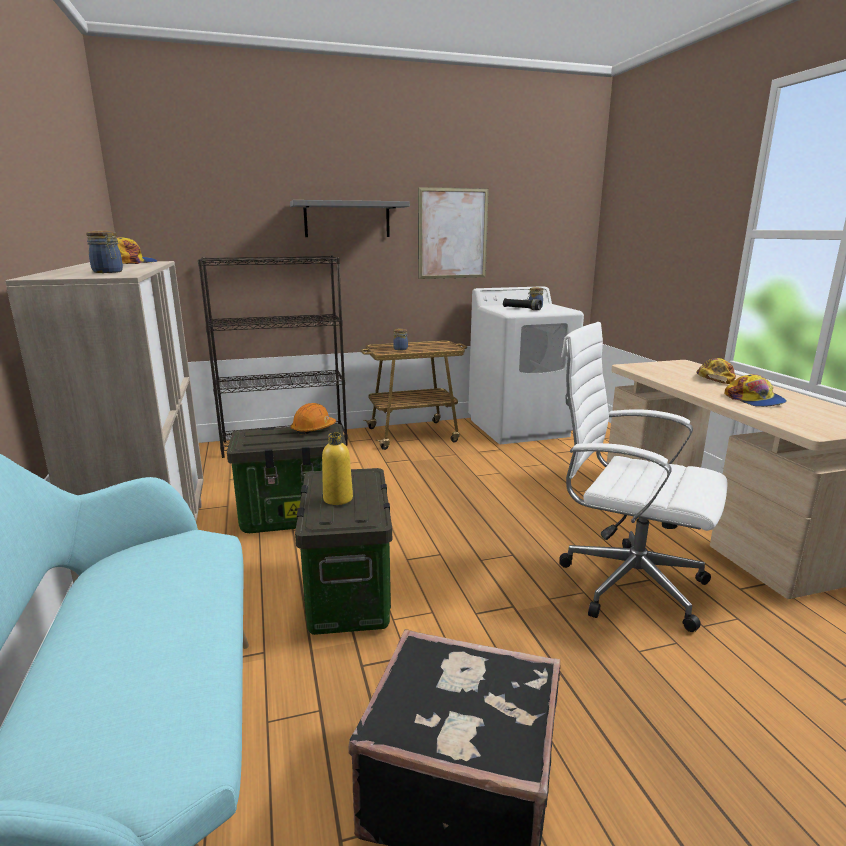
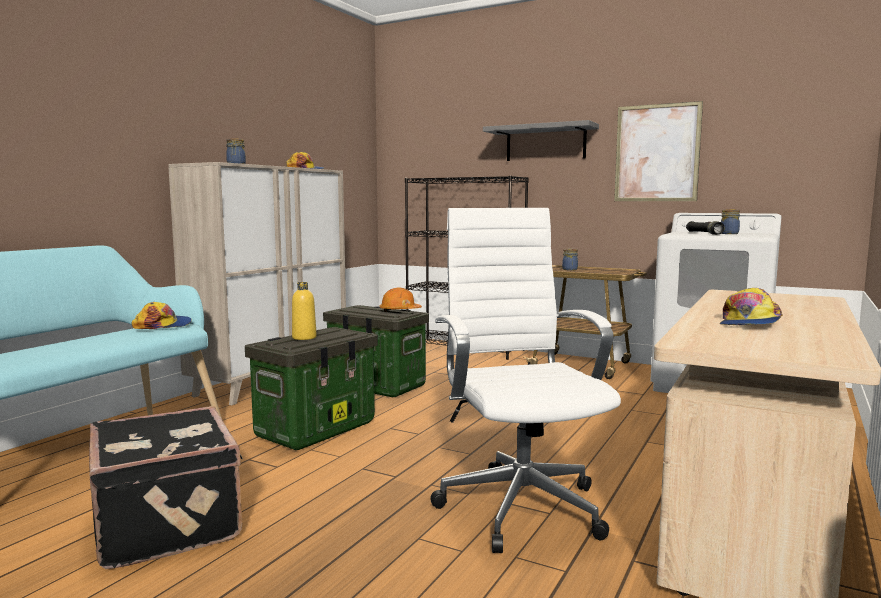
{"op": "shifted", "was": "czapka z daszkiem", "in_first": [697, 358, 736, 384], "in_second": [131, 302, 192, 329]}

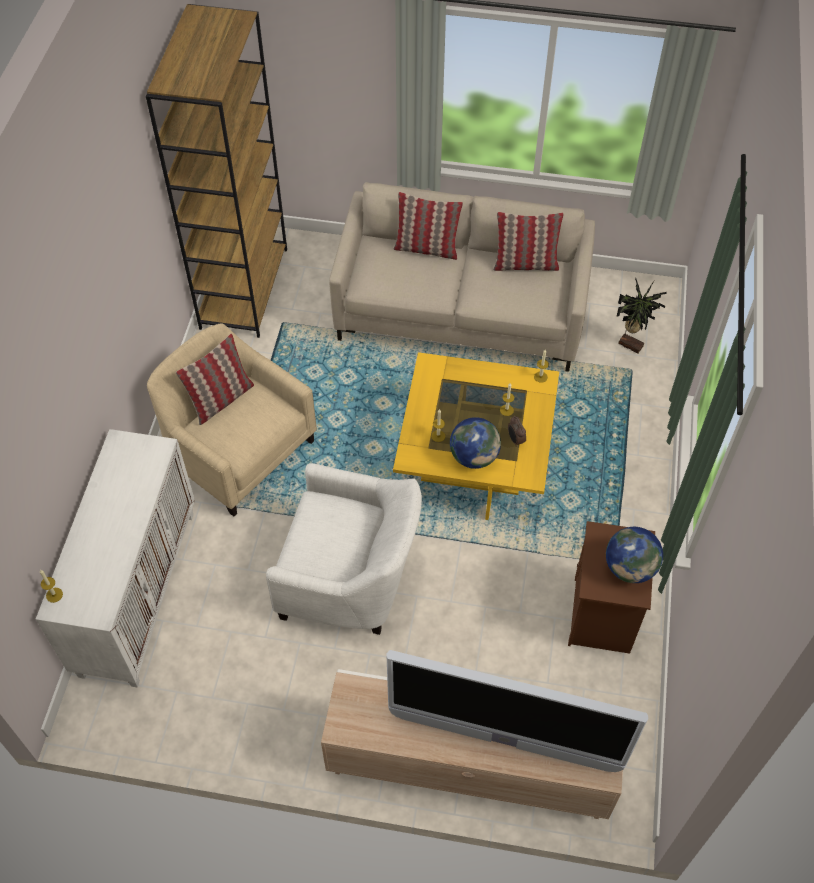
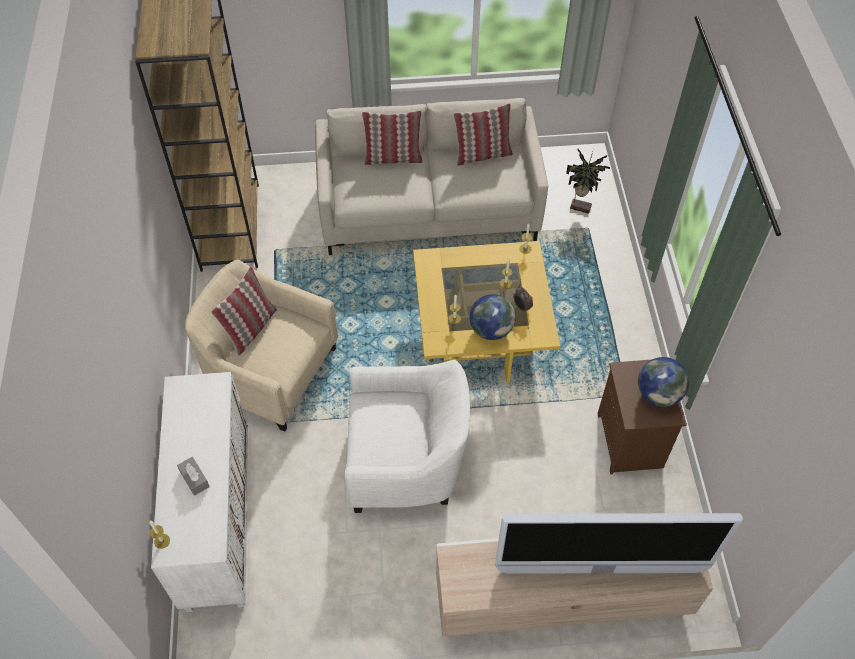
{"op": "new", "now": "pudełko chusteczek [szary]", "in_second": [177, 457, 210, 496]}

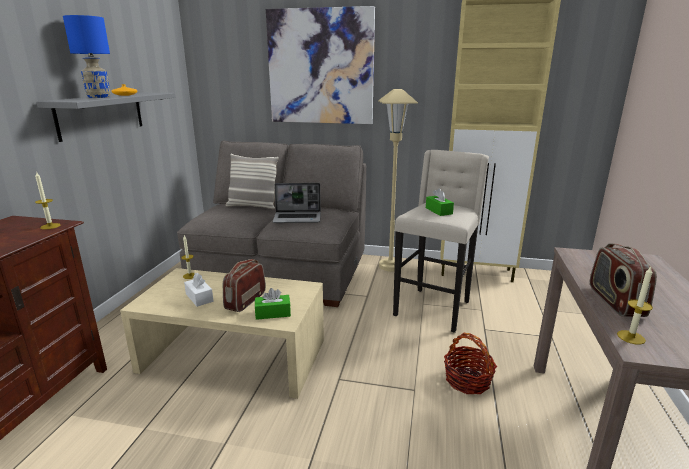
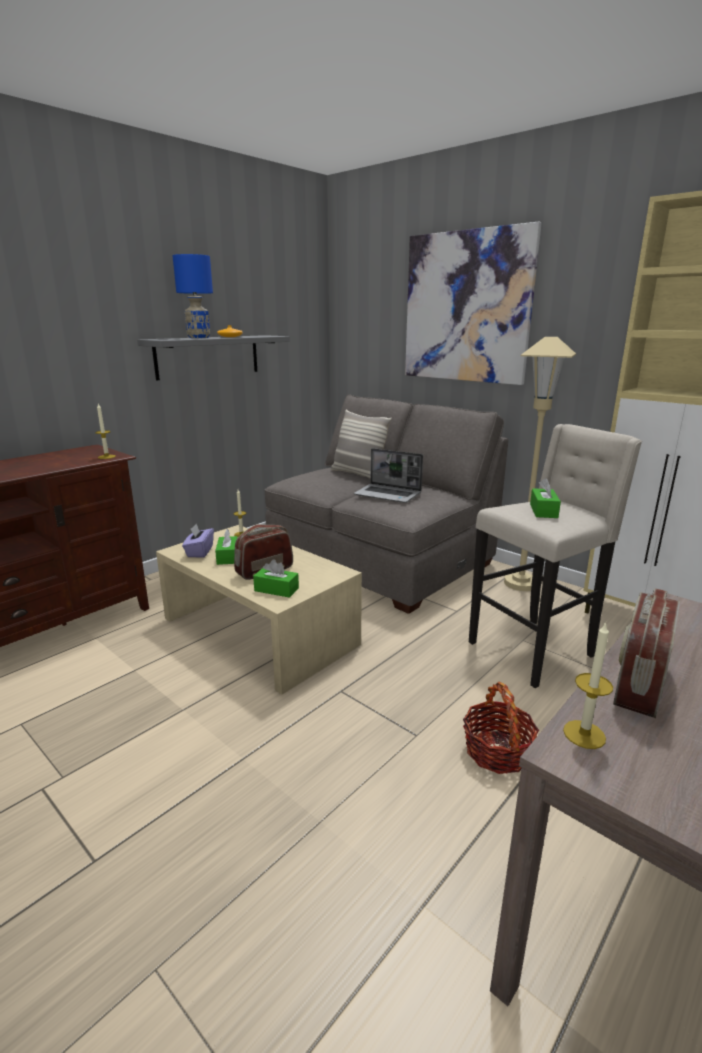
{"op": "repainted", "was": "pudełko chusteczek [biały]", "now": "pudełko chusteczek [zielony]", "in_first": [184, 273, 213, 307], "in_second": [215, 529, 238, 565]}
{"op": "new", "now": "pudełko chusteczek [fioletowy]", "in_second": [182, 524, 214, 557]}

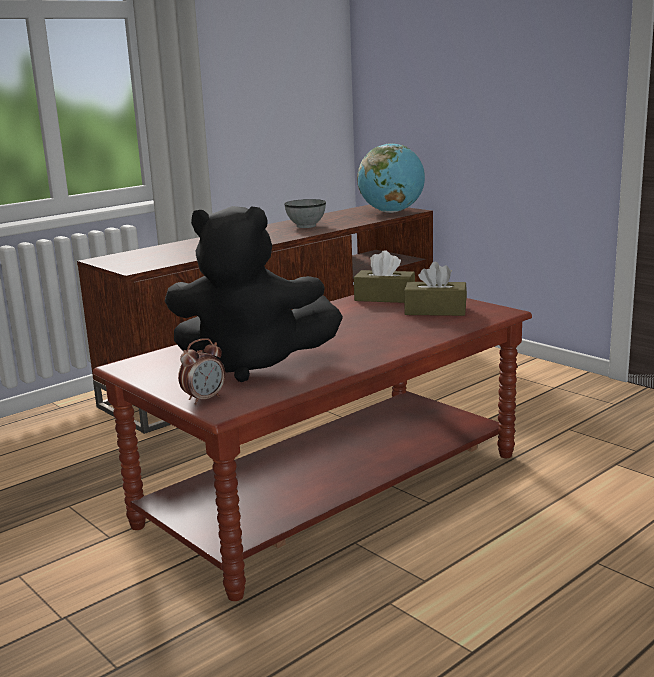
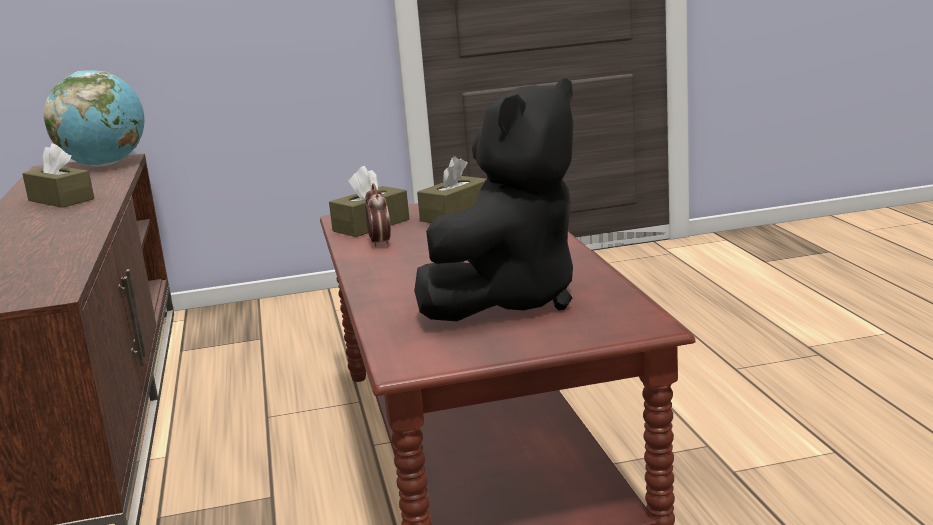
{"op": "shifted", "was": "budzik", "in_first": [178, 338, 225, 405], "in_second": [365, 183, 391, 247]}
{"op": "swapped", "was": "miska [szary]", "now": "pudełko chusteczek [brązowy]", "in_first": [285, 199, 326, 228], "in_second": [22, 143, 94, 208]}

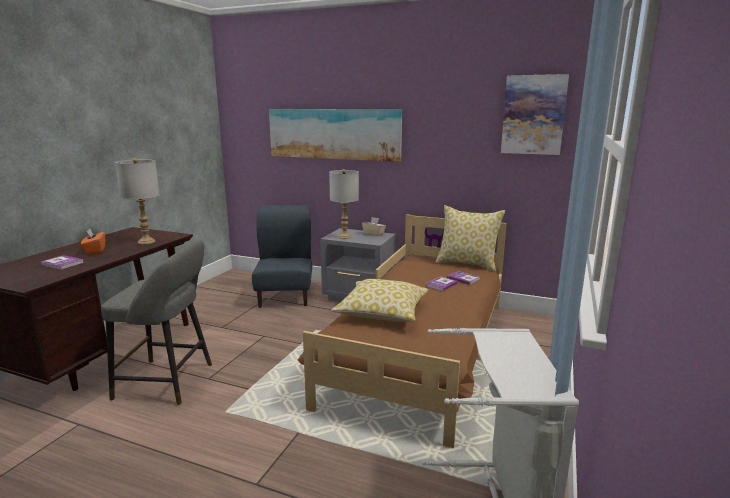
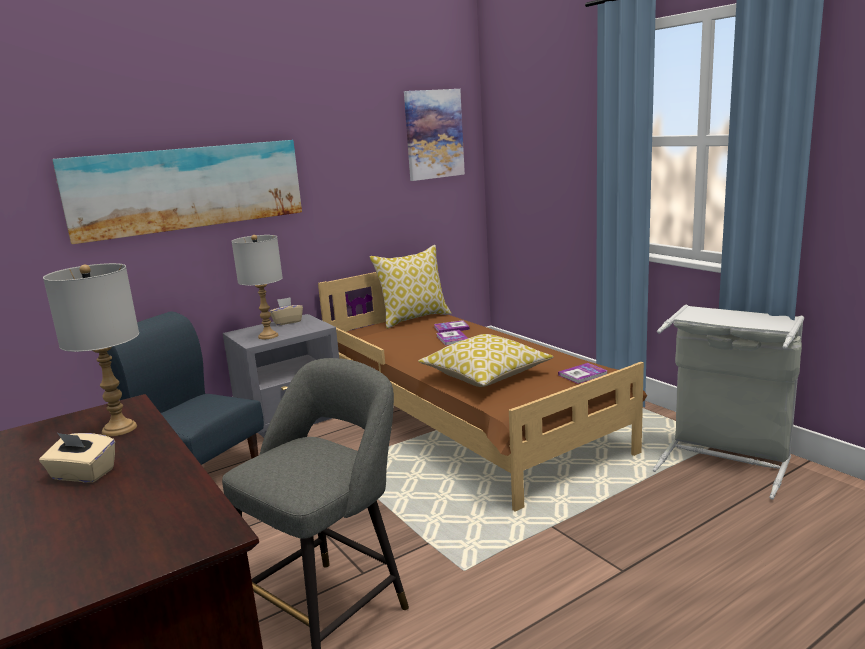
{"op": "shifted", "was": "książka", "in_first": [41, 255, 84, 270], "in_second": [558, 363, 608, 384]}
{"op": "repainted", "was": "pudełko chusteczek [pomarańczowy]", "now": "pudełko chusteczek [beżowy]", "in_first": [81, 229, 105, 254], "in_second": [39, 433, 115, 483]}

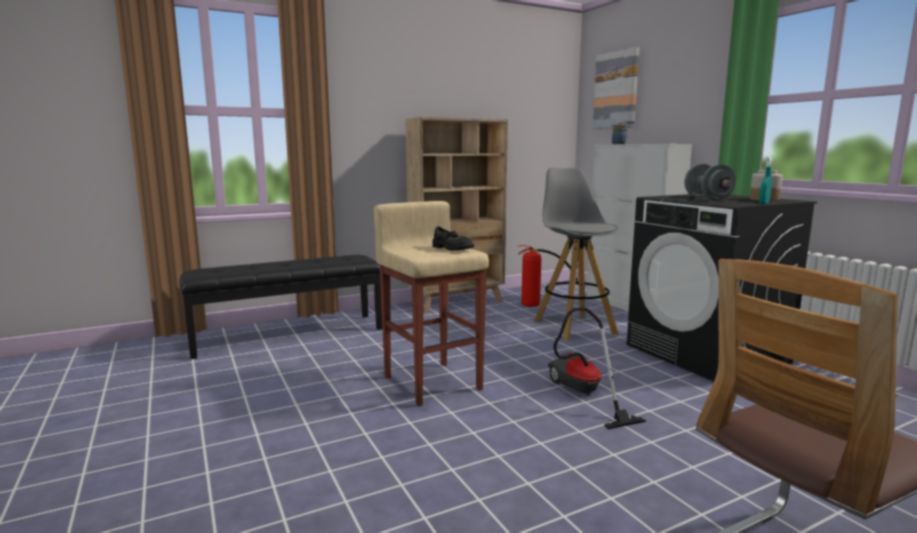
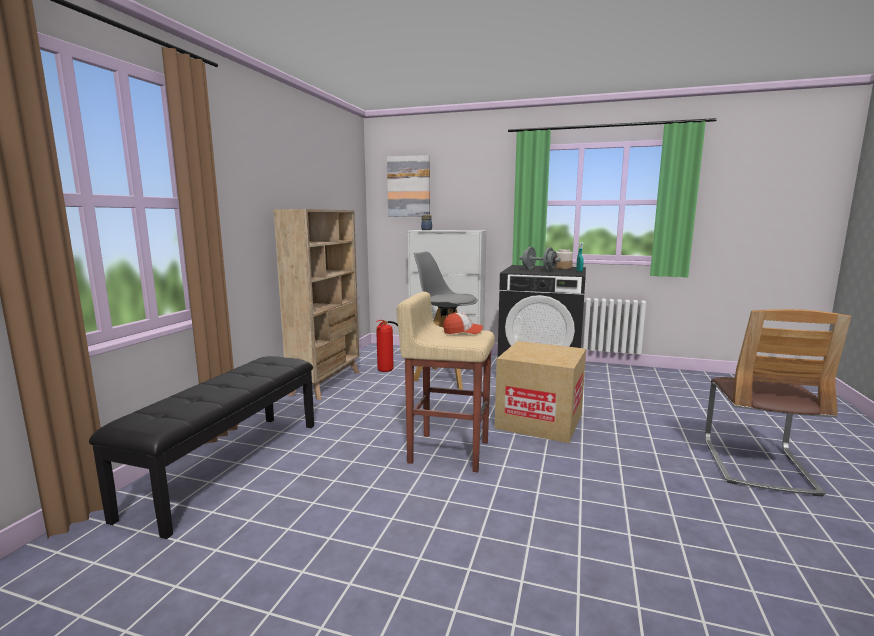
{"op": "swapped", "was": "but [czarny]", "now": "czapka z daszkiem", "in_first": [432, 226, 474, 250], "in_second": [443, 312, 483, 334]}
{"op": "swapped", "was": "odkurzacz", "now": "karton", "in_first": [548, 307, 646, 429], "in_second": [495, 341, 586, 443]}

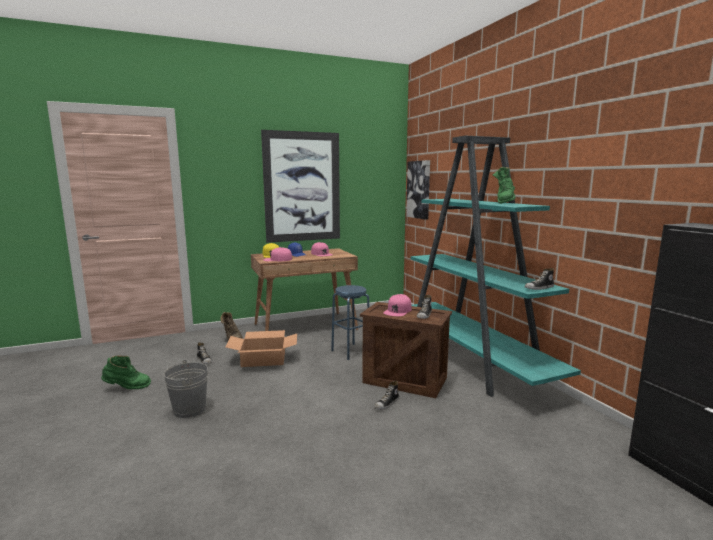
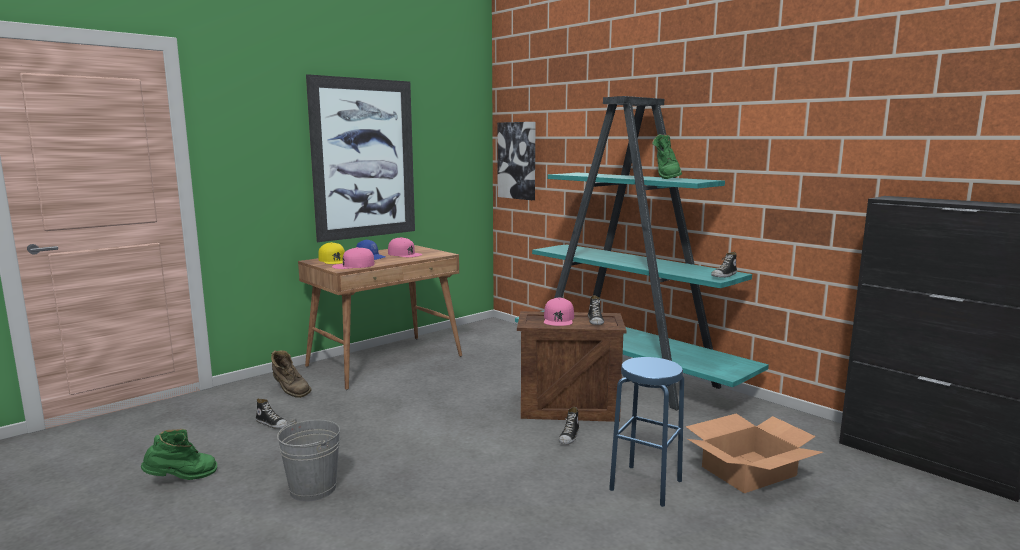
{"op": "shifted", "was": "karton", "in_first": [226, 330, 297, 367], "in_second": [686, 414, 823, 493]}
{"op": "shifted", "was": "stołek [niebieski]", "in_first": [331, 285, 369, 360], "in_second": [609, 357, 684, 507]}

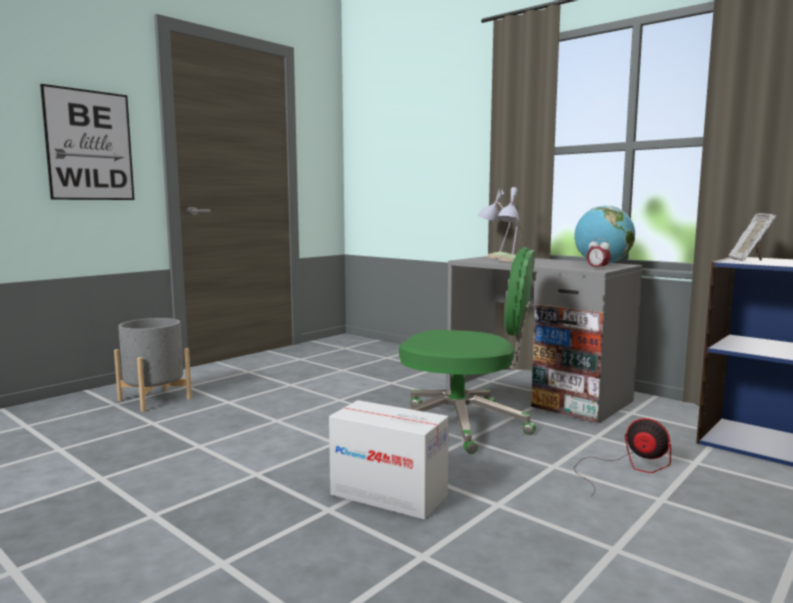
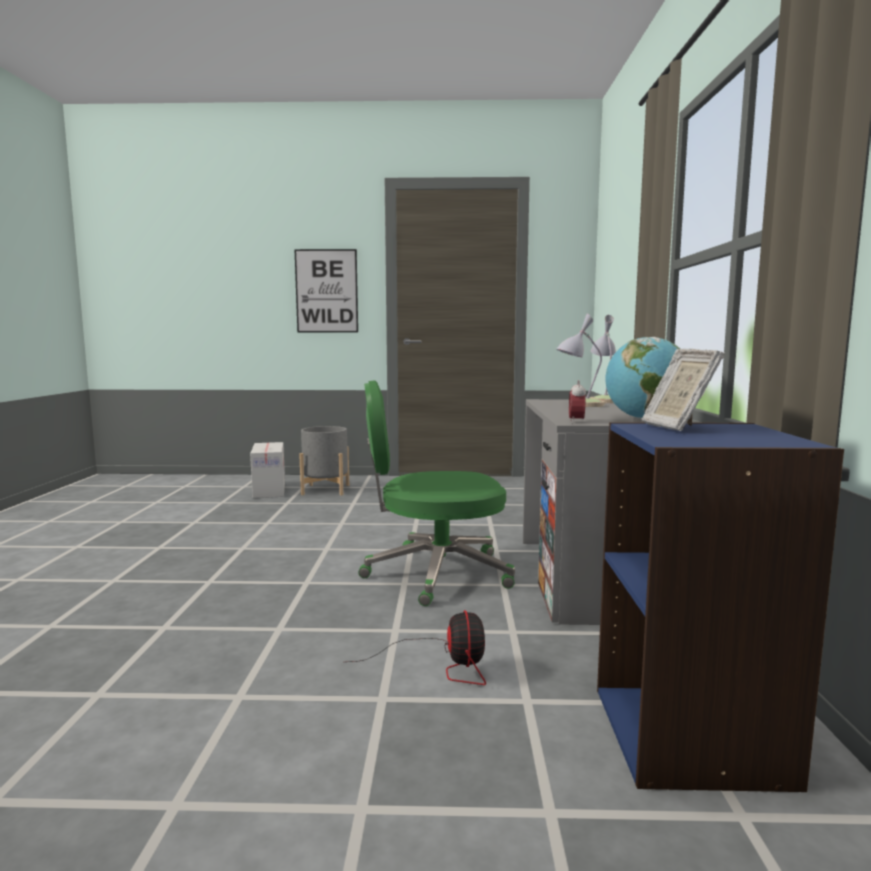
{"op": "shifted", "was": "karton", "in_first": [329, 400, 449, 520], "in_second": [250, 442, 285, 498]}
{"op": "rotated", "was": "krzesło biurowe [zielony]", "in_first": [399, 247, 536, 454], "in_second": [358, 380, 515, 606], "clockwise": 105}
{"op": "rotated", "was": "ramka na zdjęcie", "in_first": [728, 213, 776, 261], "in_second": [642, 349, 725, 431], "clockwise": -75}

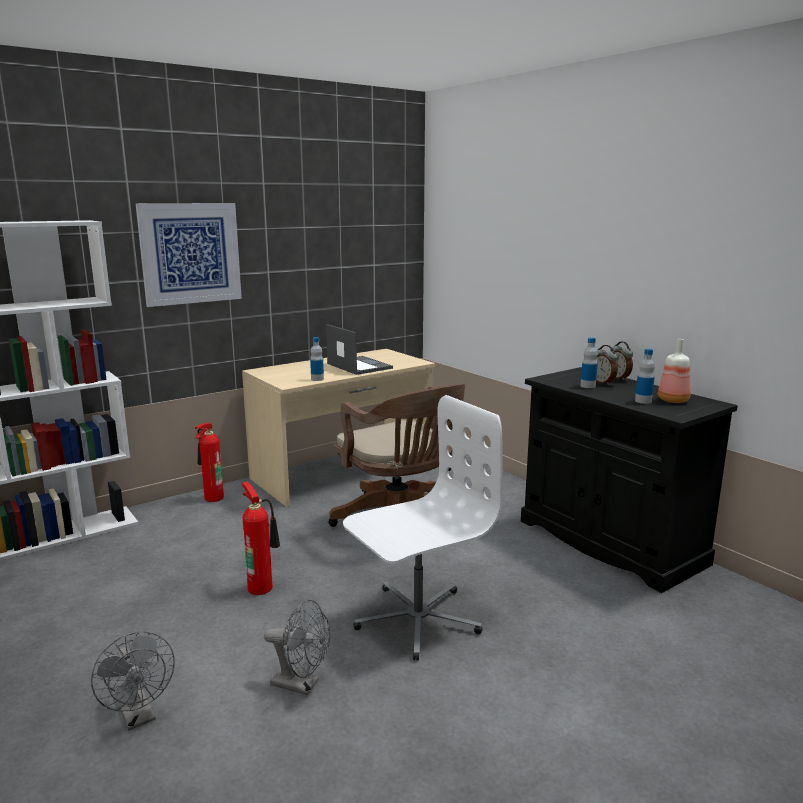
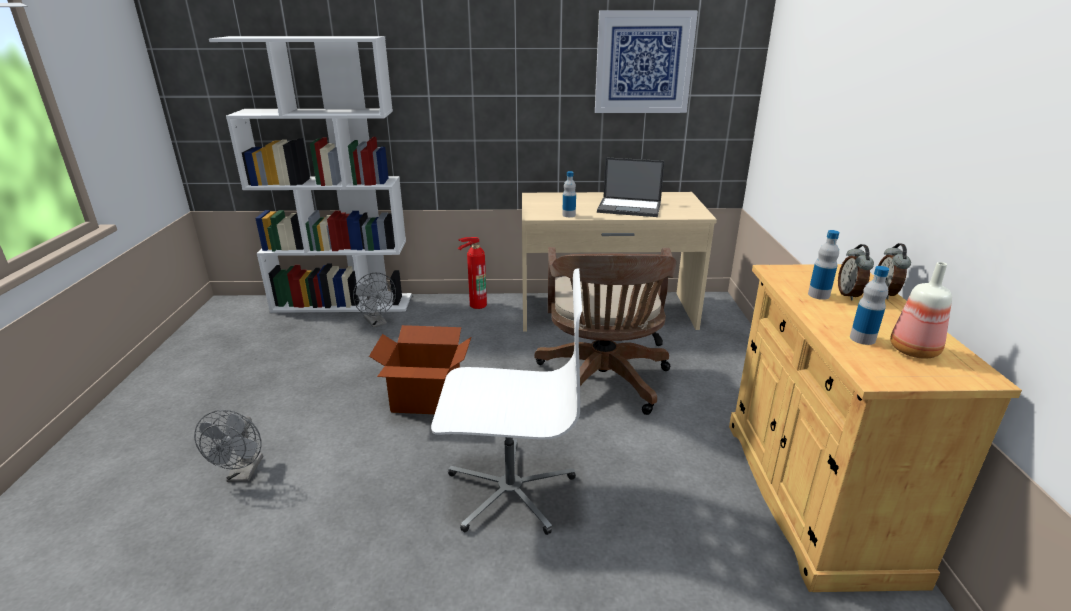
{"op": "shifted", "was": "obraz", "in_first": [135, 203, 242, 307], "in_second": [595, 11, 698, 113]}
{"op": "swapped", "was": "gaśnica", "now": "karton", "in_first": [242, 482, 280, 595], "in_second": [369, 325, 471, 414]}
{"op": "shifted", "was": "wentylator [szary]", "in_first": [264, 600, 330, 695], "in_second": [353, 273, 396, 327]}
{"op": "rotated", "was": "laptop", "in_first": [326, 324, 393, 375], "in_second": [597, 157, 665, 217], "clockwise": 105}
{"op": "repainted", "was": "szafka [czarny]", "now": "szafka [beżowy]", "in_first": [521, 367, 738, 593], "in_second": [729, 264, 1022, 592]}

